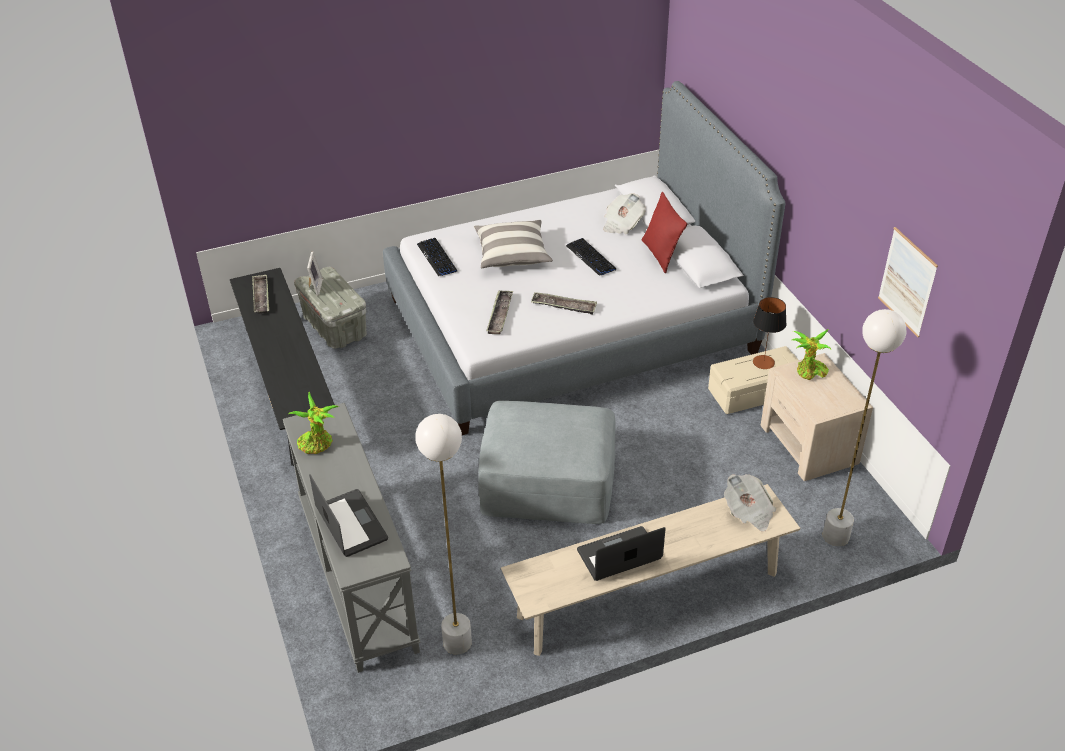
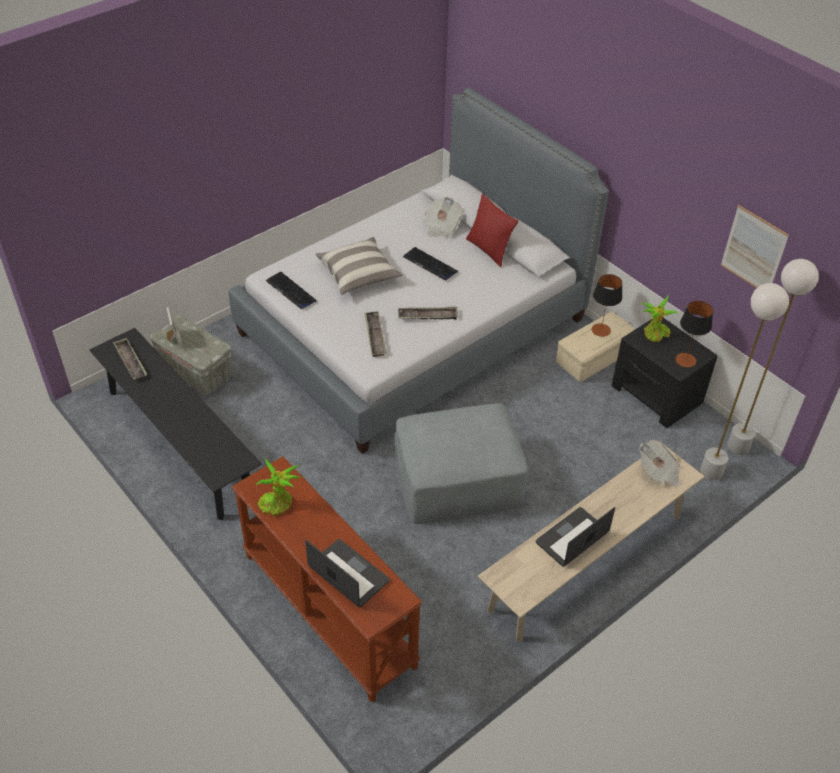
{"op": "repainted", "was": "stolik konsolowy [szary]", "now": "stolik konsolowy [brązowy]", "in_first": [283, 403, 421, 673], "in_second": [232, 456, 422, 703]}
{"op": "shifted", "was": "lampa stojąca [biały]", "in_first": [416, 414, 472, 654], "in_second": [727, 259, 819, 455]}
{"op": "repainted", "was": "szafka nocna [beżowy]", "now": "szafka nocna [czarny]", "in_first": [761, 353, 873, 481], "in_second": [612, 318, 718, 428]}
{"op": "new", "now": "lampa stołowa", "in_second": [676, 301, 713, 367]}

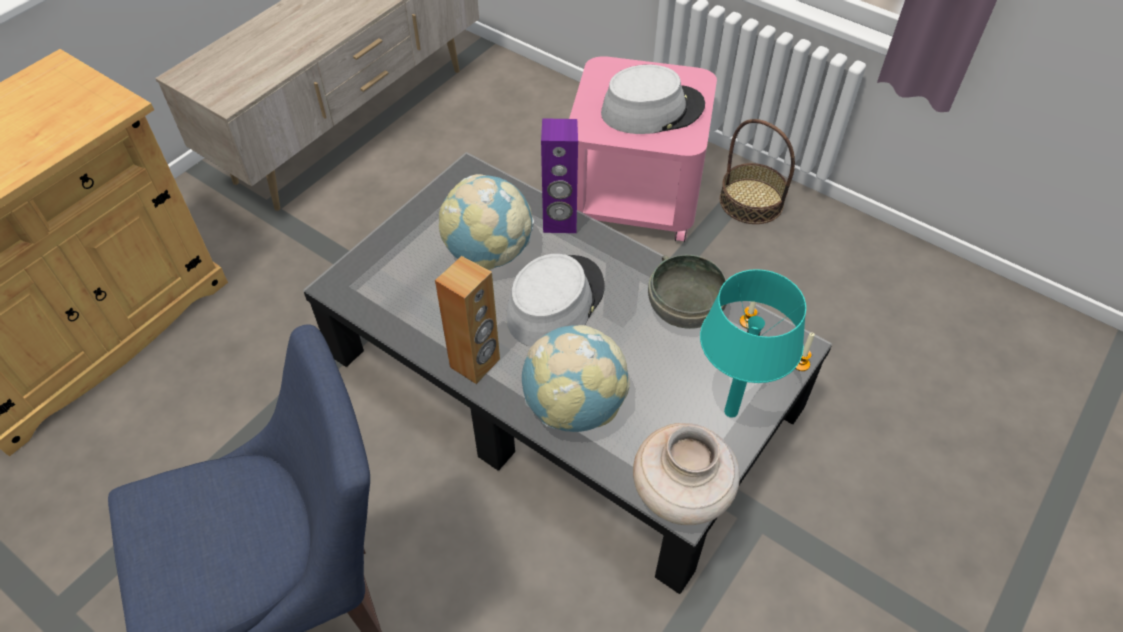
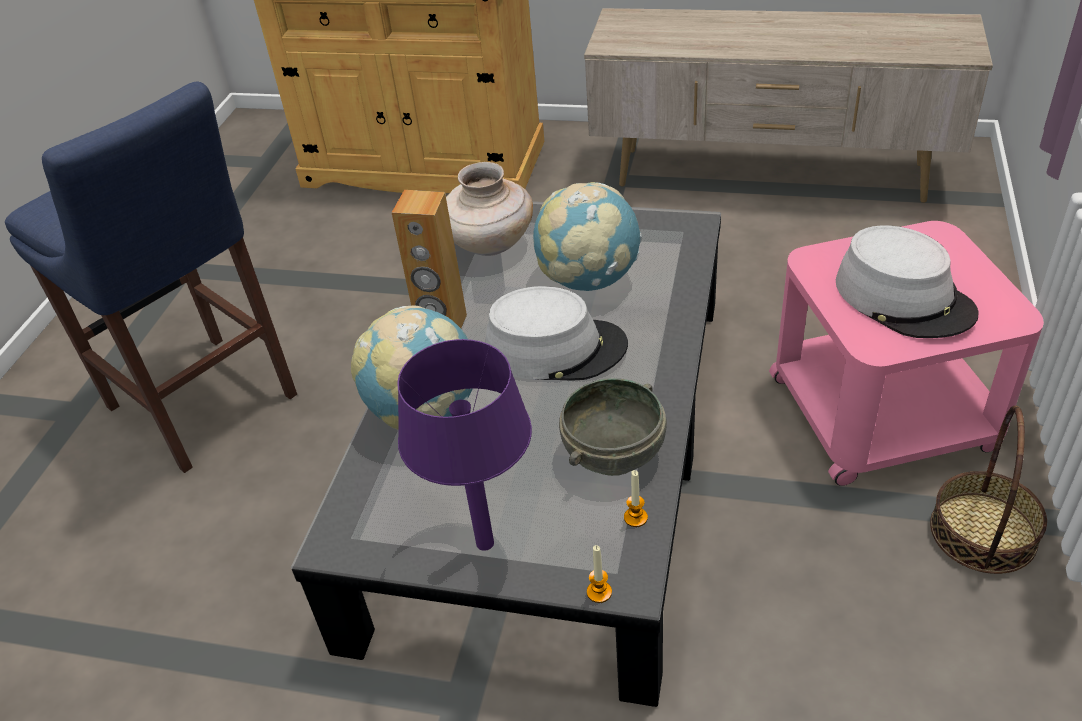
{"op": "gone", "was": "głośnik [fioletowy]", "in_first": [541, 118, 578, 233]}
{"op": "shifted", "was": "wazon [beżowy]", "in_first": [633, 423, 740, 525], "in_second": [446, 162, 533, 256]}
{"op": "repainted", "was": "lampa stołowa [turkusowy]", "now": "lampa stołowa [fioletowy]", "in_first": [700, 269, 806, 418], "in_second": [397, 339, 532, 551]}

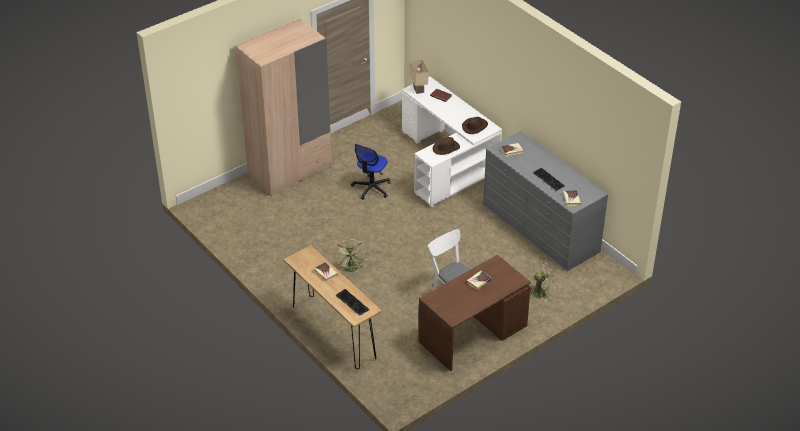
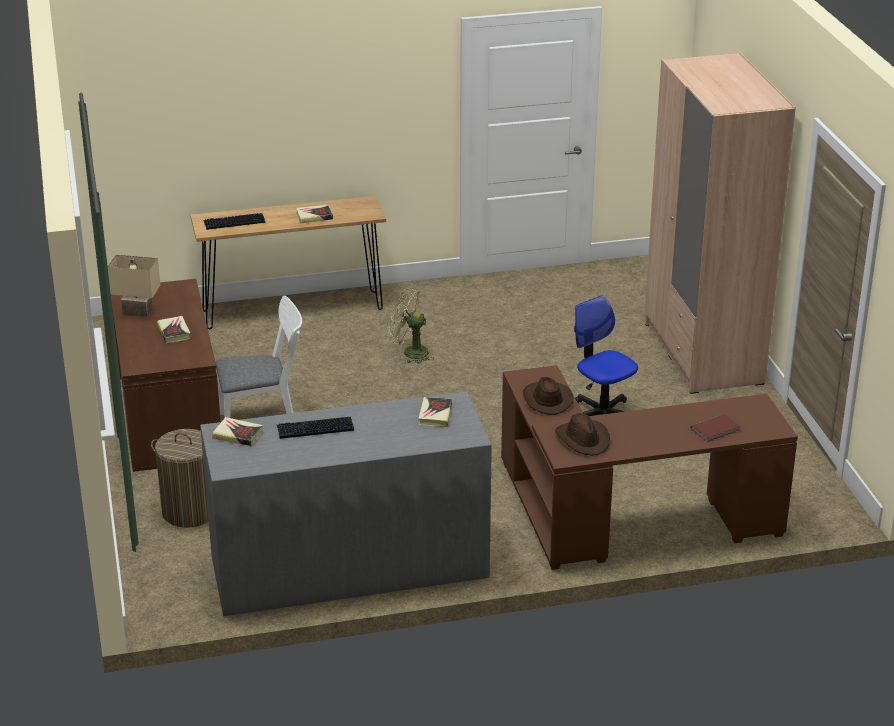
{"op": "repainted", "was": "biurko [biały]", "now": "biurko [brązowy]", "in_first": [402, 77, 502, 208], "in_second": [501, 365, 798, 570]}
{"op": "shifted", "was": "lampa stołowa [beżowy]", "in_first": [410, 60, 428, 94], "in_second": [108, 255, 160, 317]}
{"op": "swapped", "was": "wentylator [zielony]", "now": "kosz na pranie", "in_first": [530, 259, 555, 302], "in_second": [151, 429, 209, 528]}

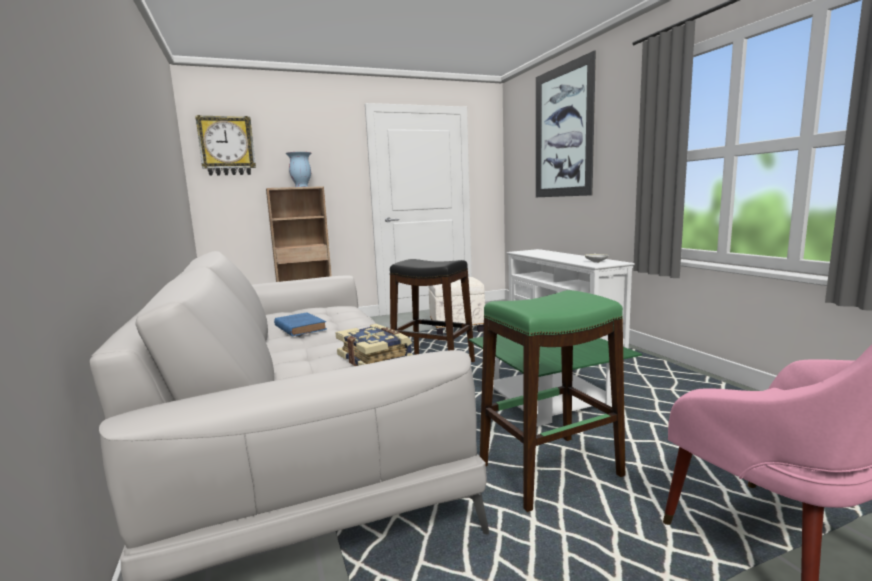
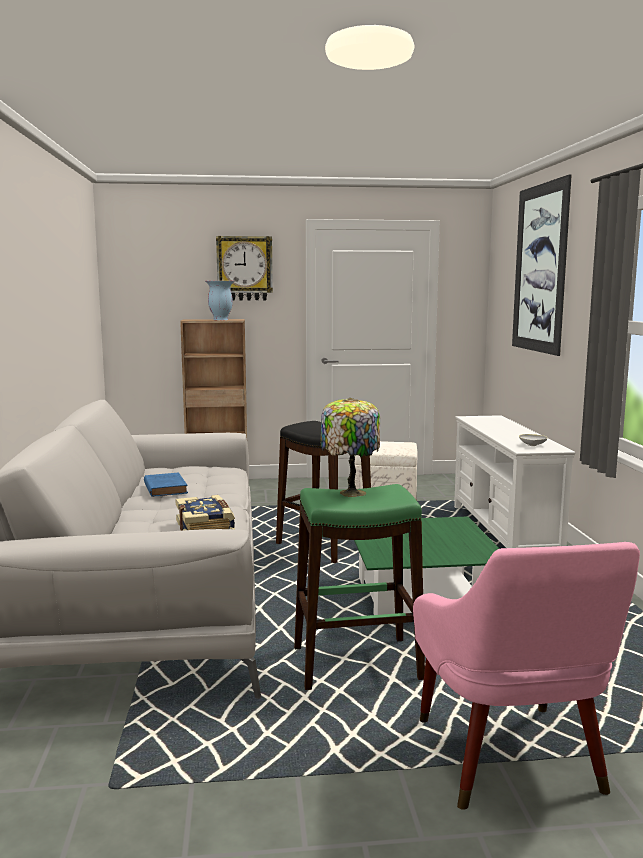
{"op": "shifted", "was": "zegar ścienny", "in_first": [195, 115, 256, 176], "in_second": [216, 236, 273, 301]}
{"op": "new", "now": "lampa stołowa", "in_second": [321, 398, 380, 497]}

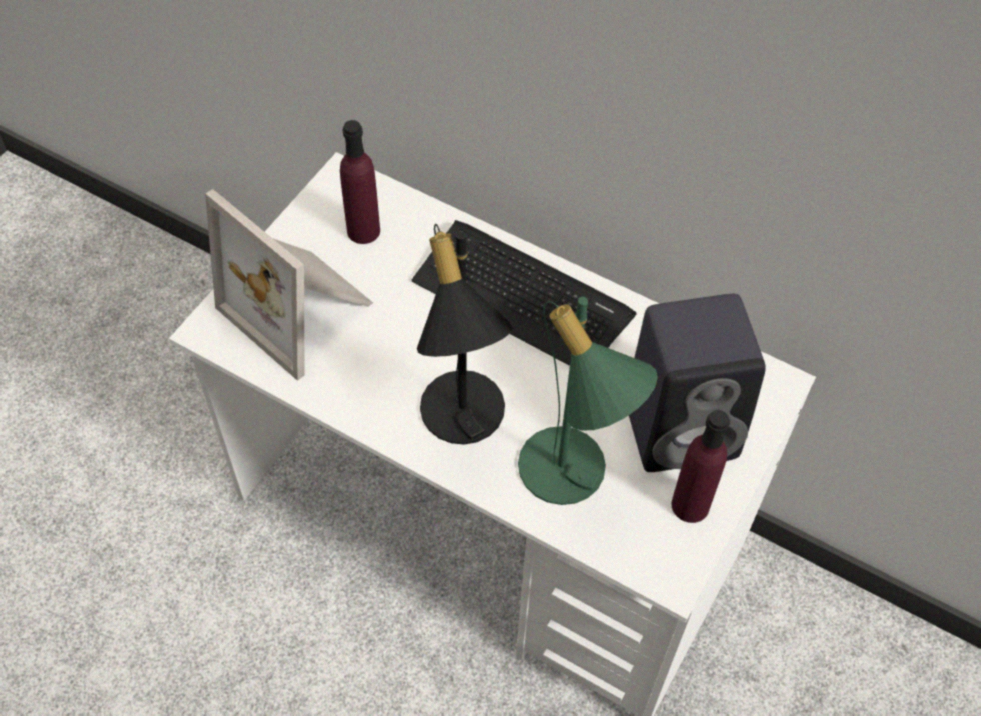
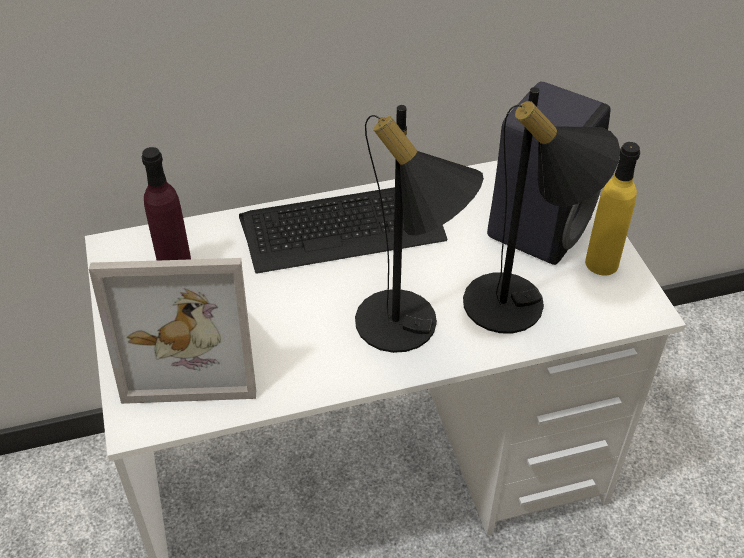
{"op": "repainted", "was": "lampa stołowa [zielony]", "now": "lampa stołowa [czarny]", "in_first": [518, 297, 658, 505], "in_second": [463, 87, 620, 333]}
{"op": "repainted", "was": "butelka [fioletowy]", "now": "butelka [żółty]", "in_first": [671, 410, 730, 523], "in_second": [585, 142, 640, 275]}

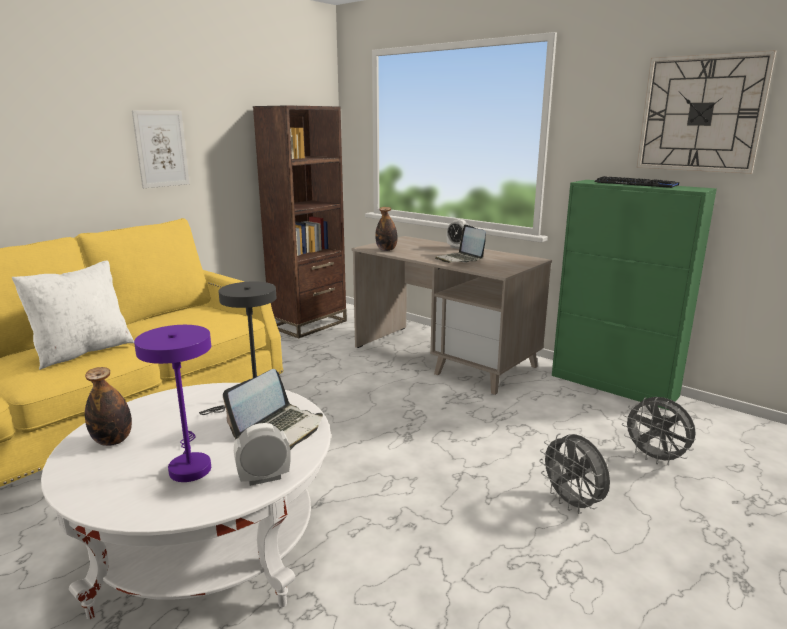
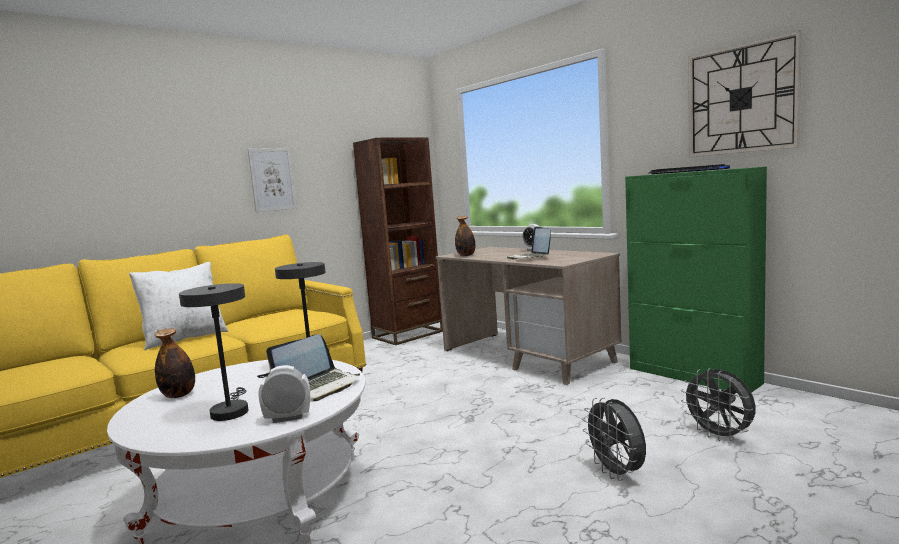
{"op": "repainted", "was": "lampa stołowa [fioletowy]", "now": "lampa stołowa [szary]", "in_first": [134, 325, 211, 482], "in_second": [179, 283, 248, 421]}

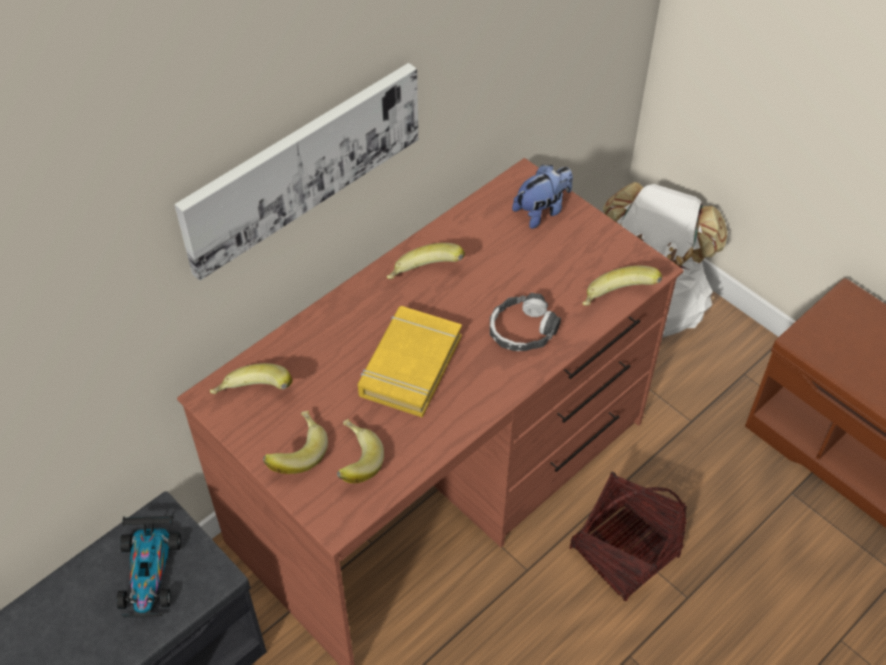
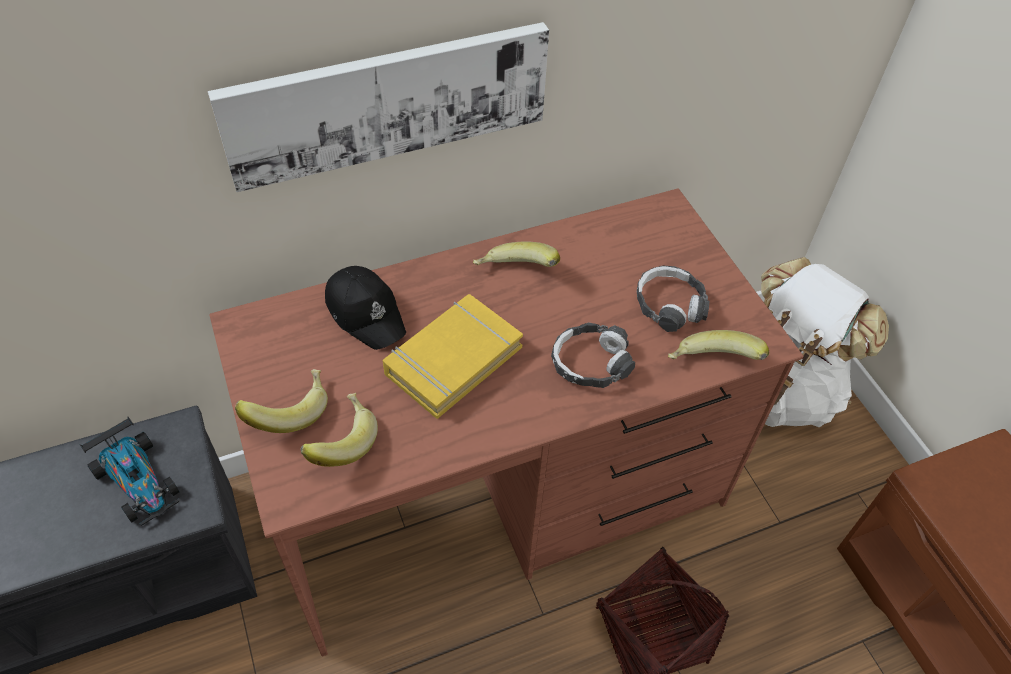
{"op": "rotated", "was": "samochodzik", "in_first": [116, 514, 181, 618], "in_second": [80, 417, 180, 526], "clockwise": -60}
{"op": "gone", "was": "banan", "in_first": [210, 363, 293, 394]}
{"op": "gone", "was": "pluszak", "in_first": [512, 164, 573, 229]}
{"op": "new", "now": "czapka z daszkiem [czarny]", "in_second": [325, 266, 406, 350]}
{"op": "new", "now": "słuchawki", "in_second": [637, 266, 709, 332]}

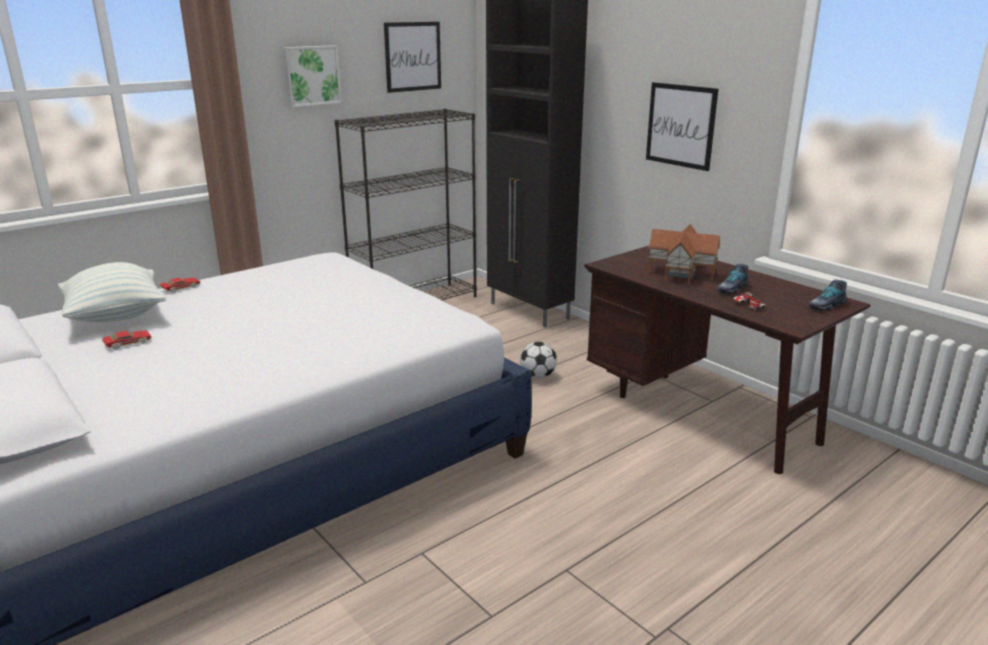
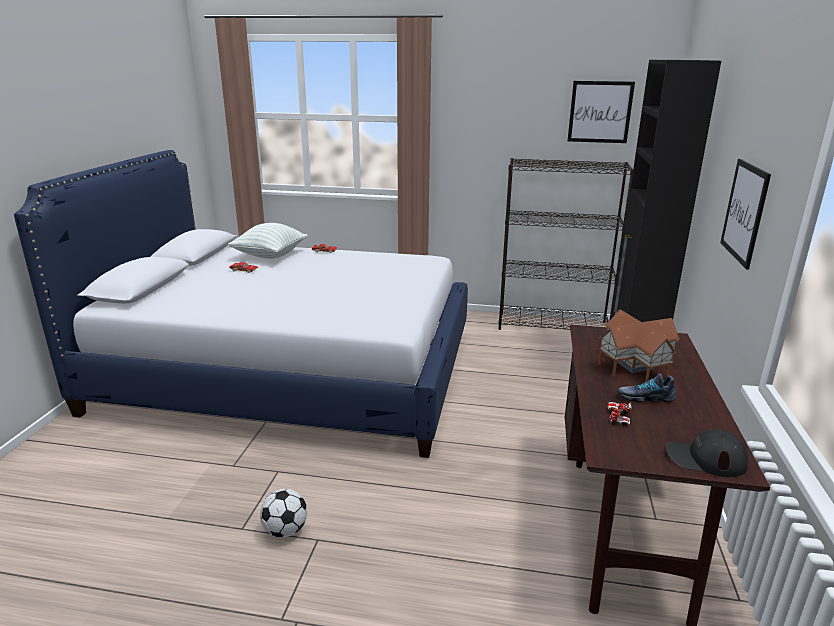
{"op": "gone", "was": "obraz", "in_first": [283, 45, 342, 107]}
{"op": "shifted", "was": "piłka futbolowa", "in_first": [520, 342, 557, 378], "in_second": [260, 489, 307, 537]}
{"op": "swapped", "was": "but", "now": "czapka z daszkiem [czarny]", "in_first": [808, 280, 847, 312], "in_second": [665, 429, 748, 477]}

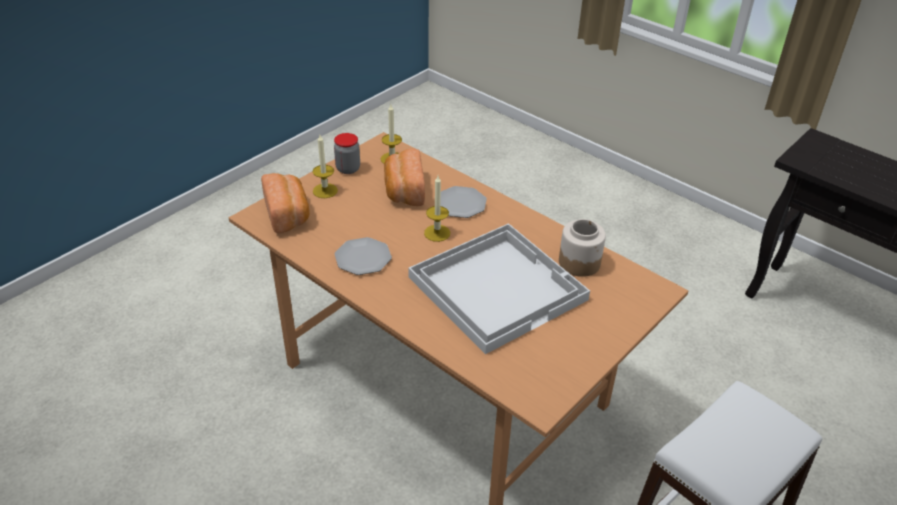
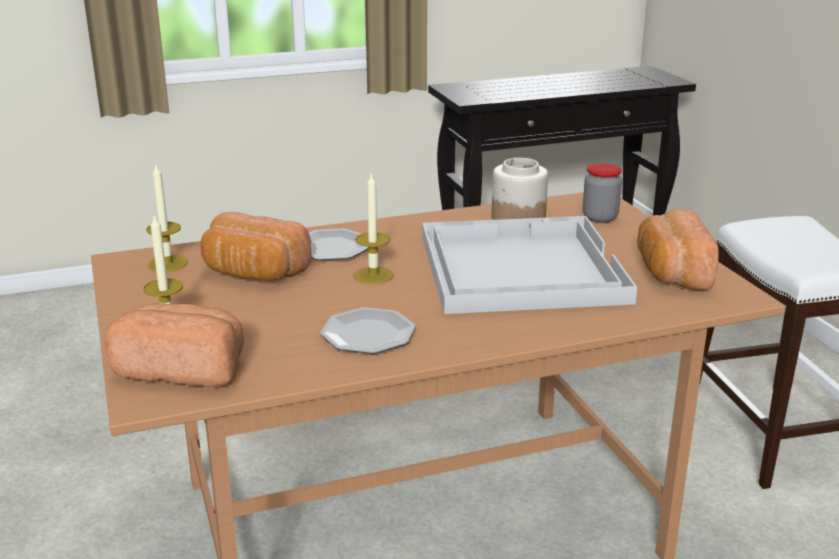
{"op": "shifted", "was": "słoik", "in_first": [334, 133, 360, 174], "in_second": [583, 163, 622, 223]}
{"op": "new", "now": "chleb", "in_second": [637, 209, 719, 290]}

